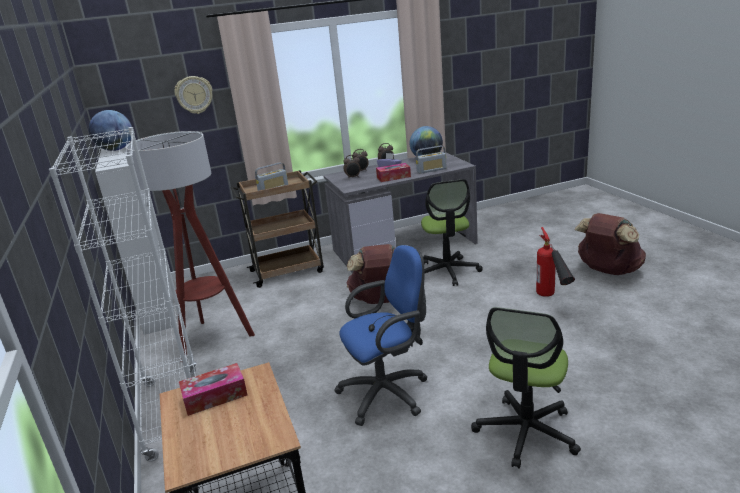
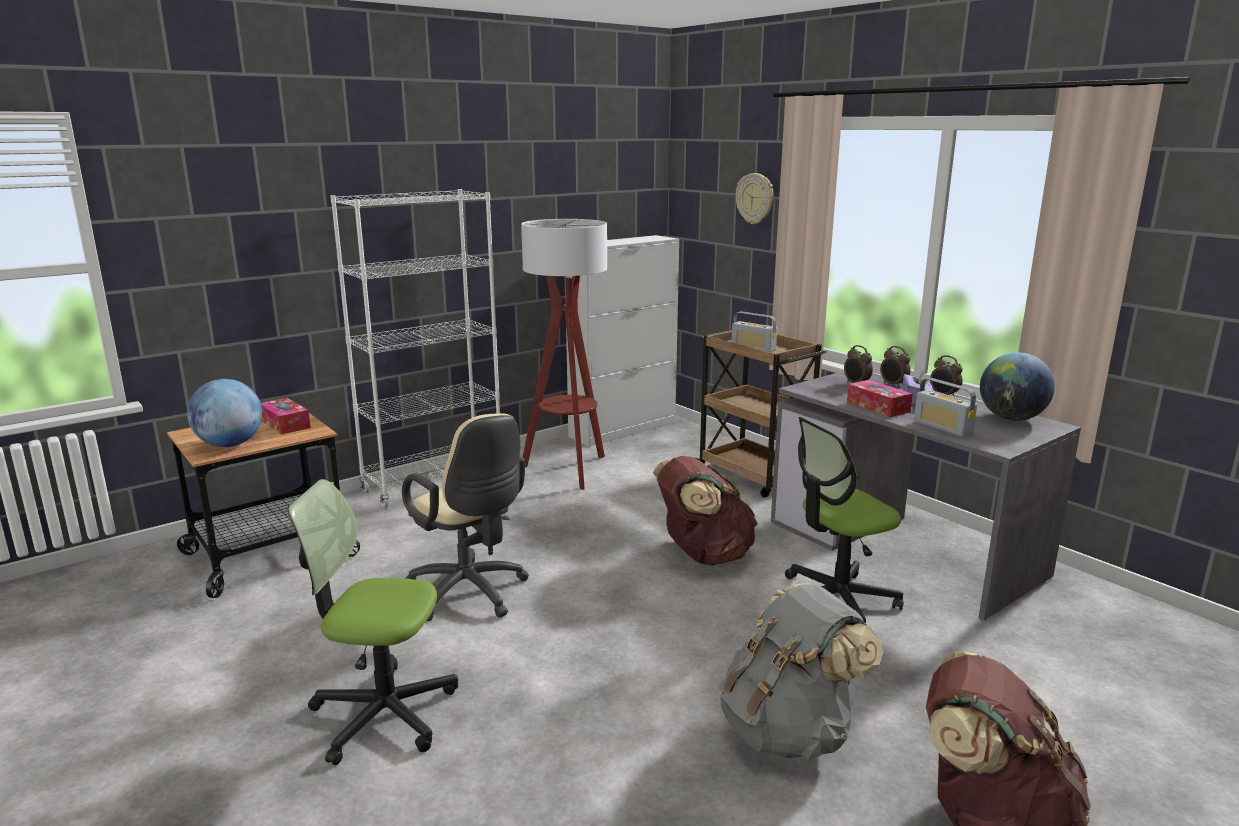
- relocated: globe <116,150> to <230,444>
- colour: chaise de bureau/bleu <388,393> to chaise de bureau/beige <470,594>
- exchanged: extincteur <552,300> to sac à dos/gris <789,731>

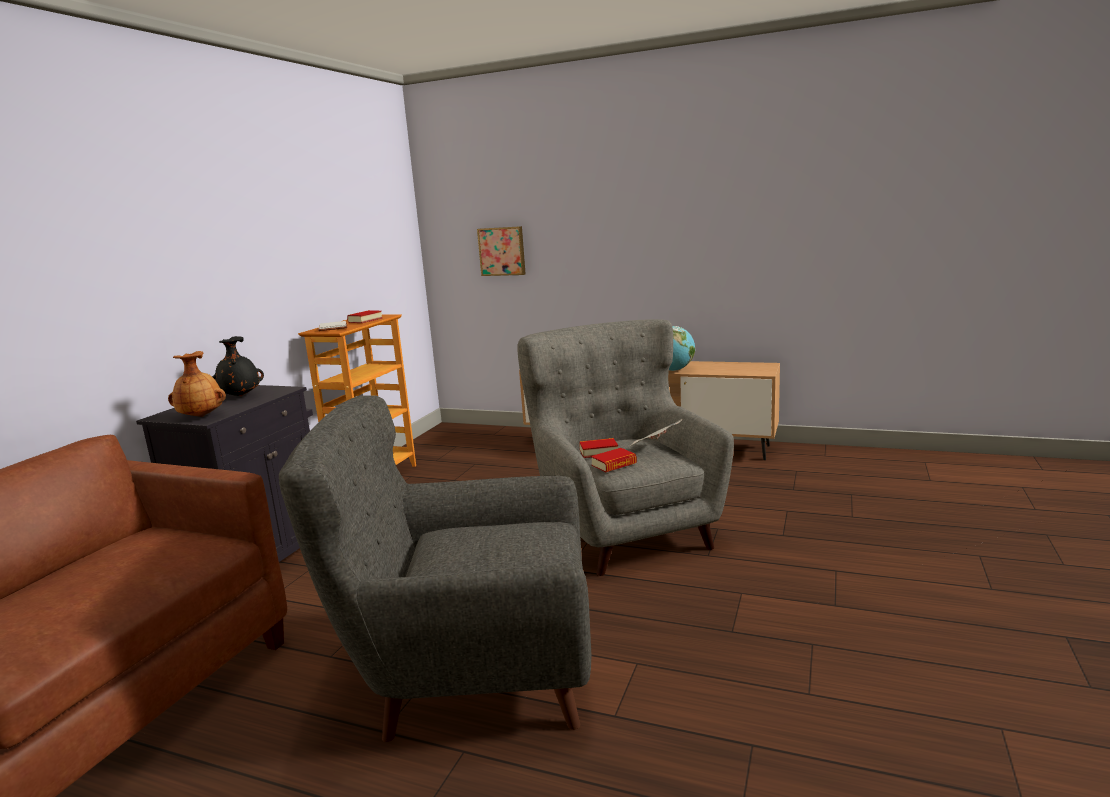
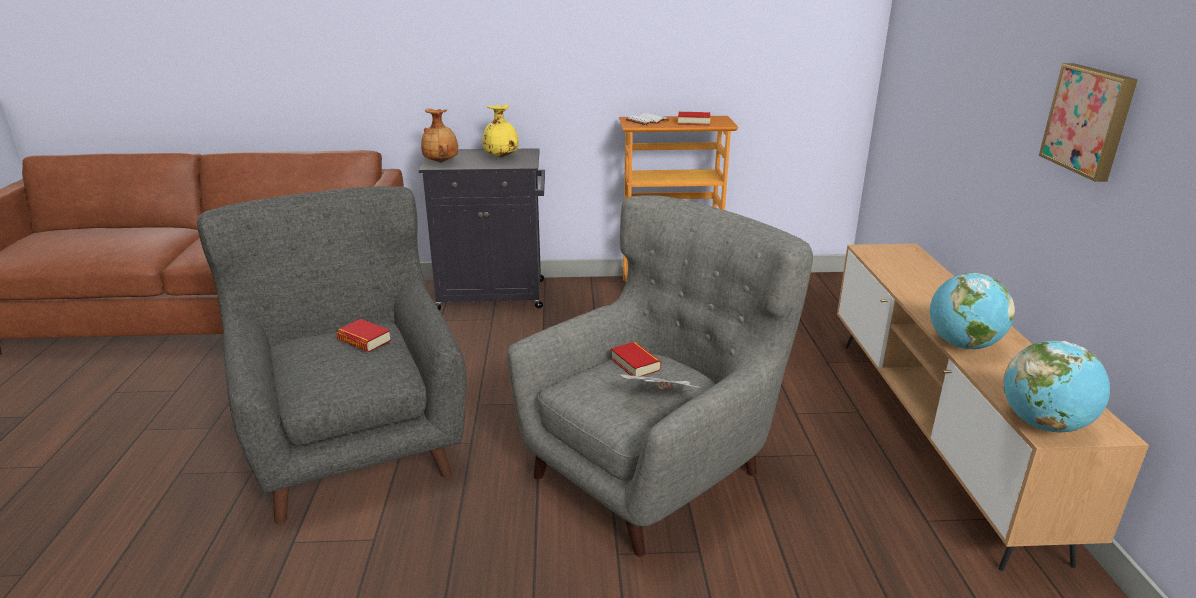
- colour: vase/noir <240,395> to vase/jaune <501,157>
- relocated: tableau <502,251> to <1090,120>
- relocated: livre <614,464> to <364,340>
- appeared: globe <1044,425>

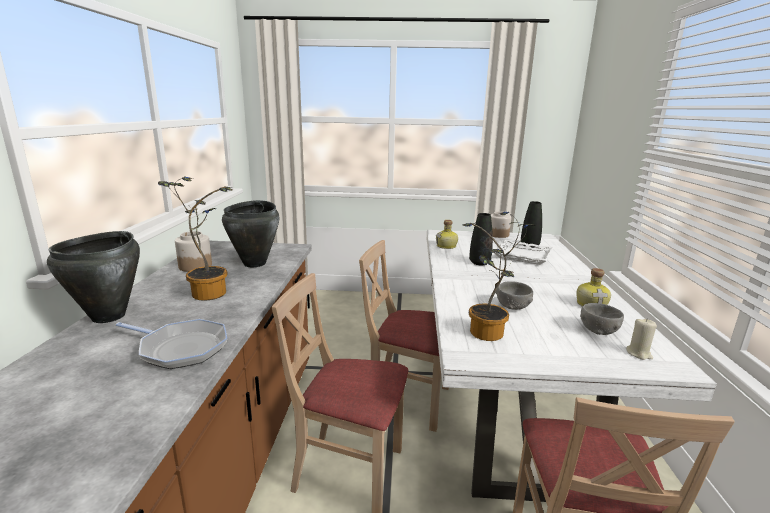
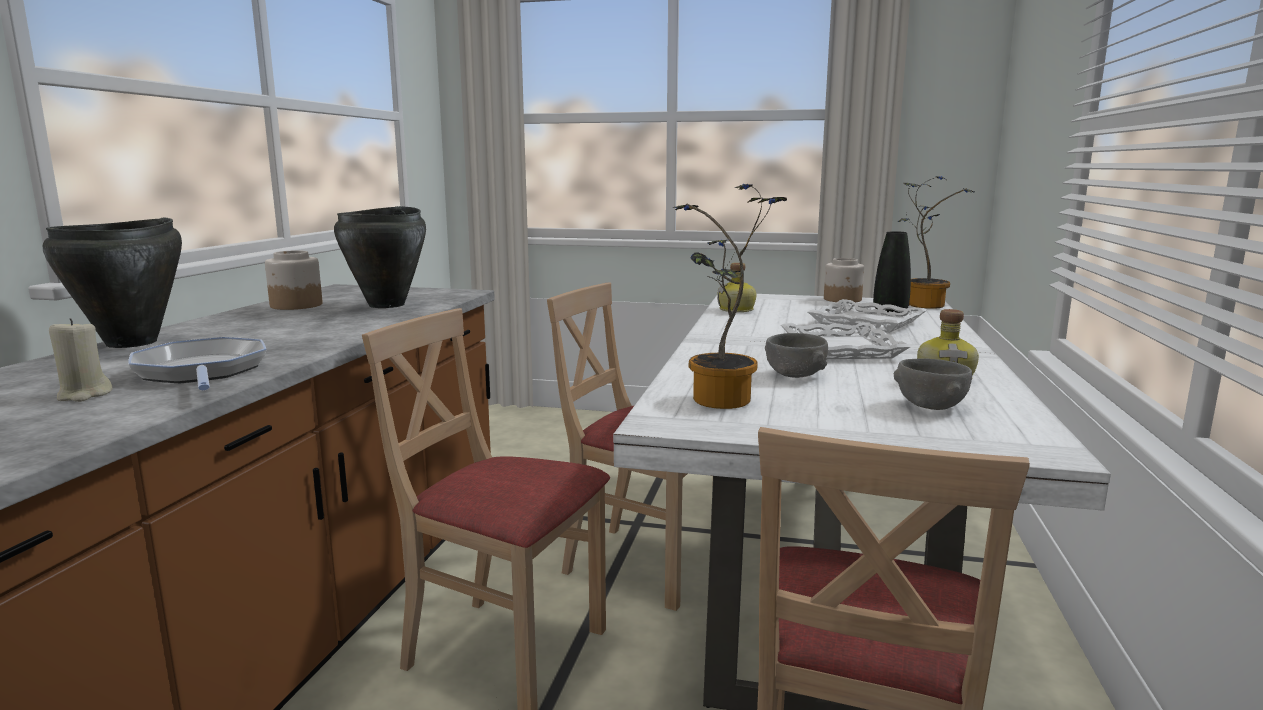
- spun: poêle <180,348> = <202,372> 150 degrees counterclockwise
- relocated: plante en pot <209,292> to <922,304>
- missing: vase/noir <479,263>
- relocated: bougie/beige <639,353> to <84,395>
- appeared: plateau/blanc <841,349>

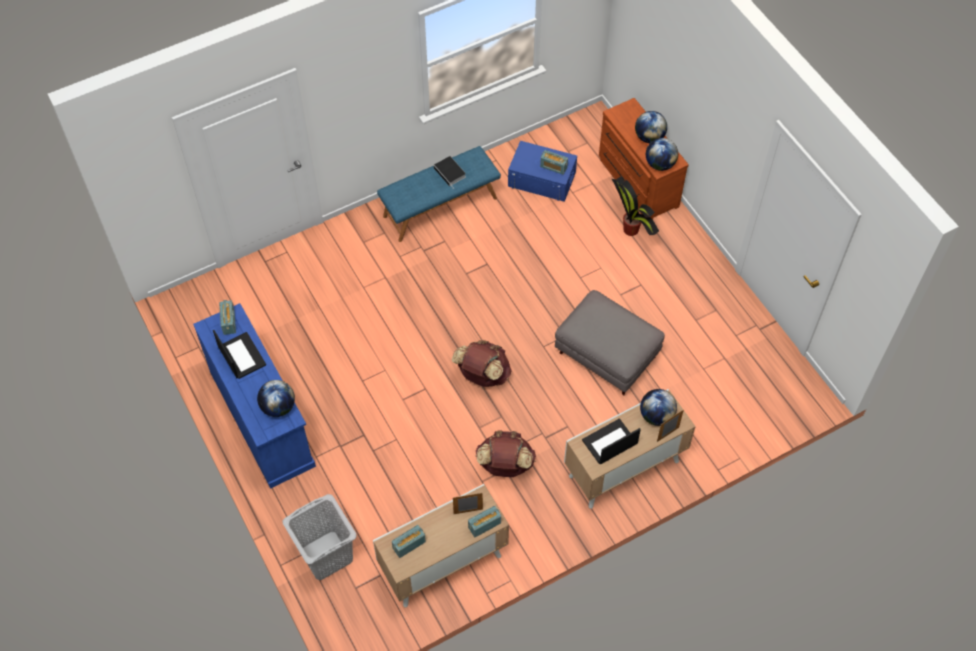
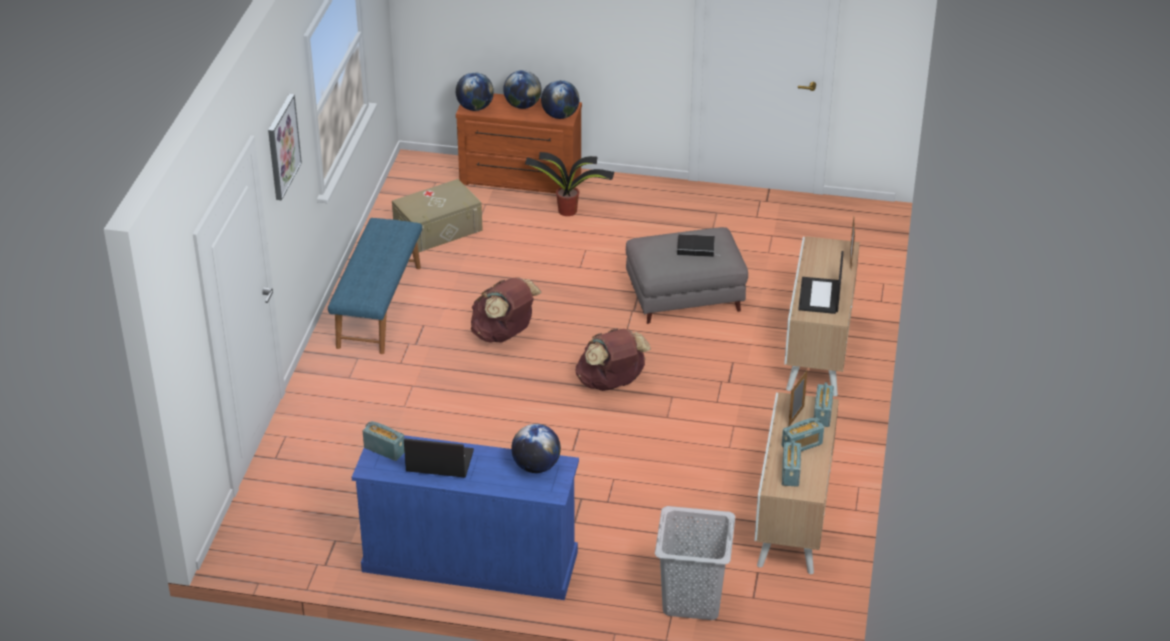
- relocated: livre <450,173> to <697,248>
- relocated: sac à dos/marron <505,465> to <504,334>
- colour: boîte de rangement/bleu <542,179> to boîte de rangement/beige <438,229>
- relocated: radio <553,167> to <802,445>
- relocated: globe <656,415> to <475,108>
- appeared: tableau <282,146>

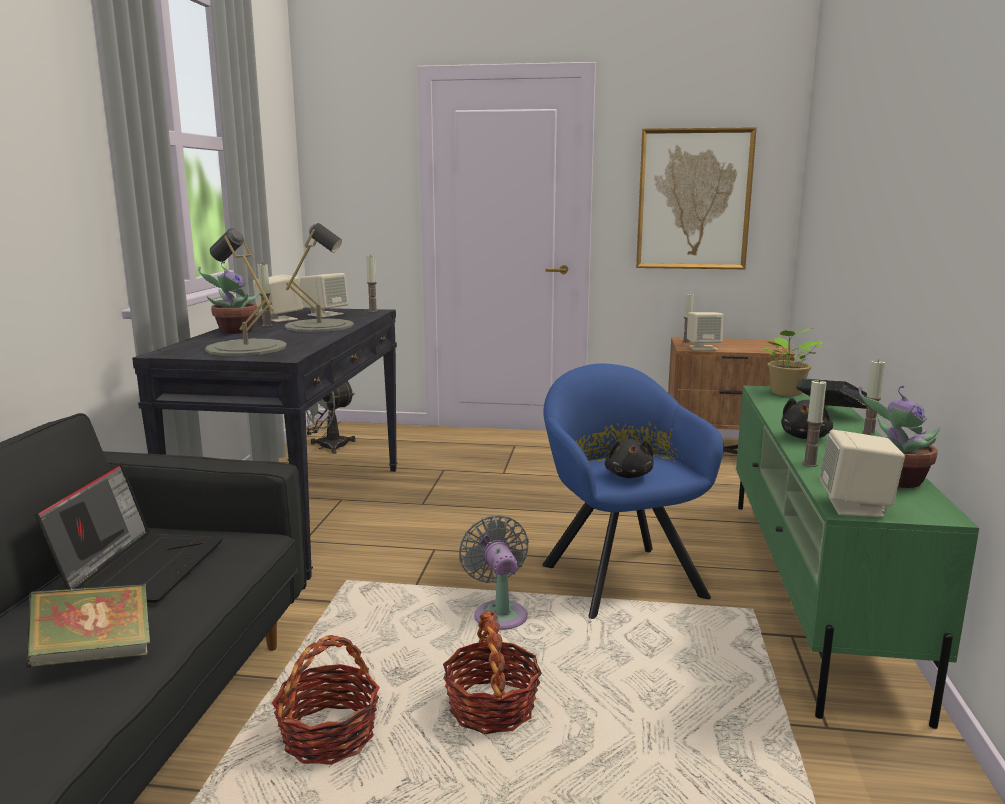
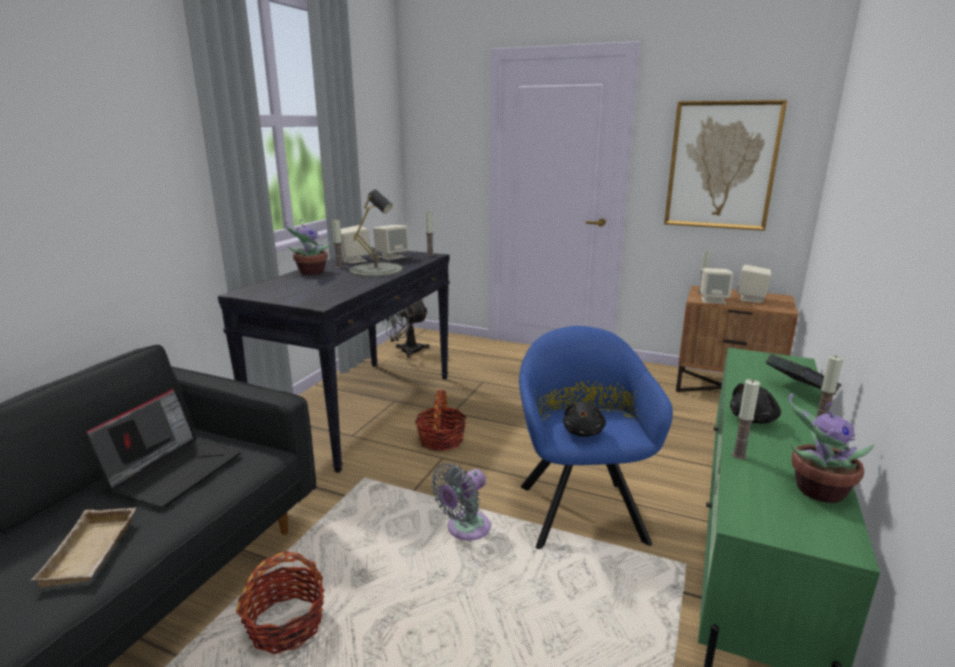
- exchanged: livre <95,655> to plateau/beige <93,552>
- missing: lampe de table/gris <246,348>
- relocated: panier <491,707> to <441,440>
- spun: ventilateur/gris <499,613> = <465,529> 135 degrees counterclockwise
- missing: plante en pot <786,393>
- relocated: enceinte/beige <856,507> to <751,299>

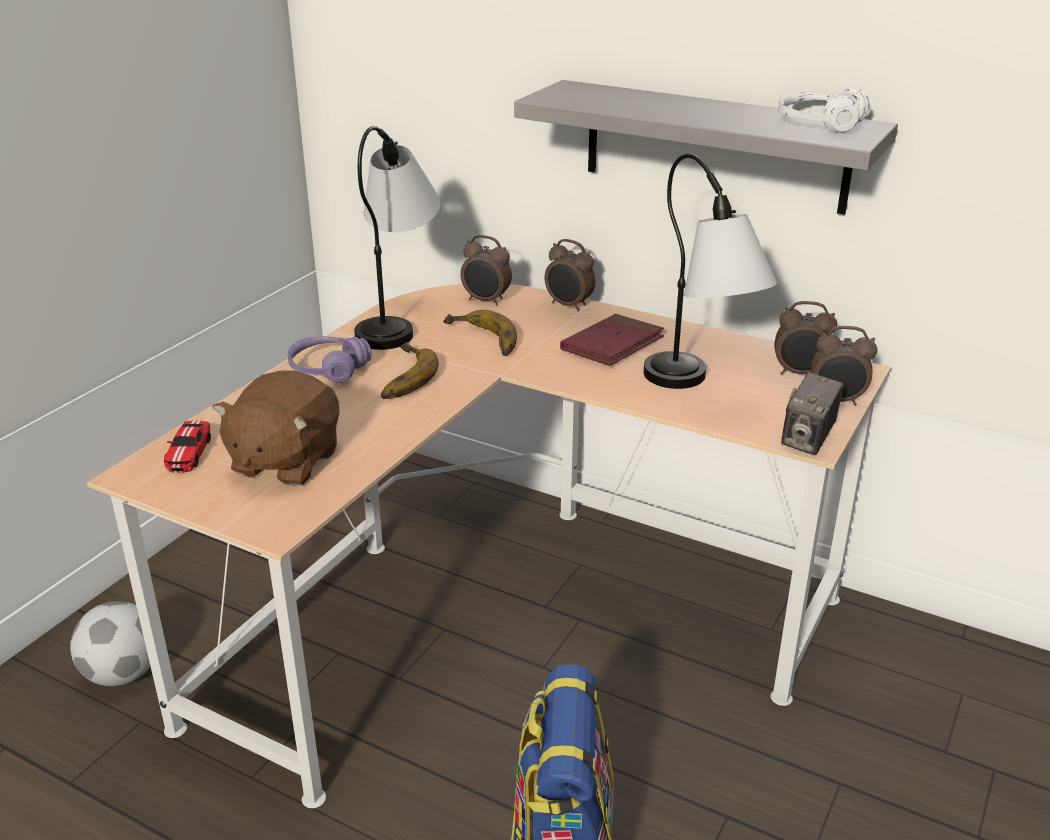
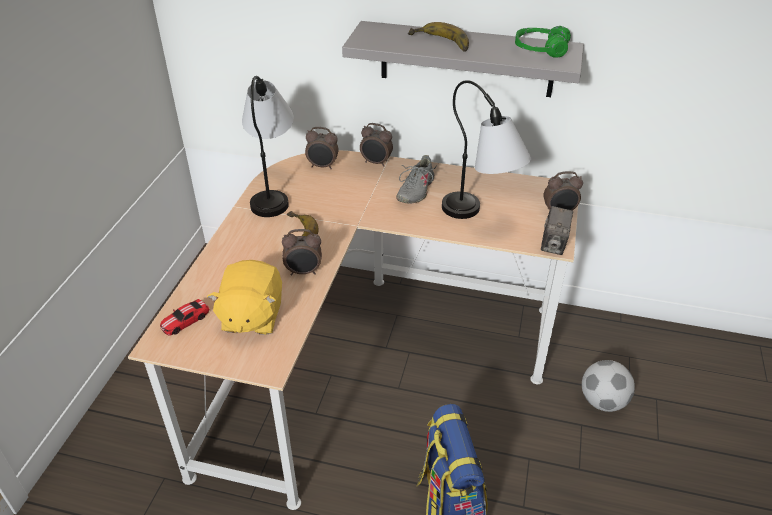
- relocated: ballon de foot <123,674> to <602,401>
- spun: petite voiture <189,452> = <185,321> 60 degrees clockwise
- colour: peluche/marron <284,462> to peluche/jaune <251,316>
- missing: casque audio/violet <328,369>
- relocated: banane <480,340> to <439,43>
- exchanged: livre/rouge <612,344> to chaussure/gris <415,190>
- relocated: réveil <799,374> to <304,272>
- colour: casque audio/blanc <819,124> to casque audio/vert <540,50>

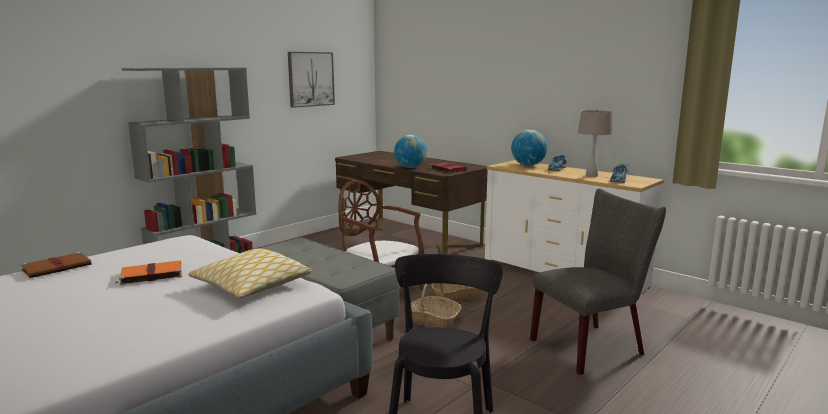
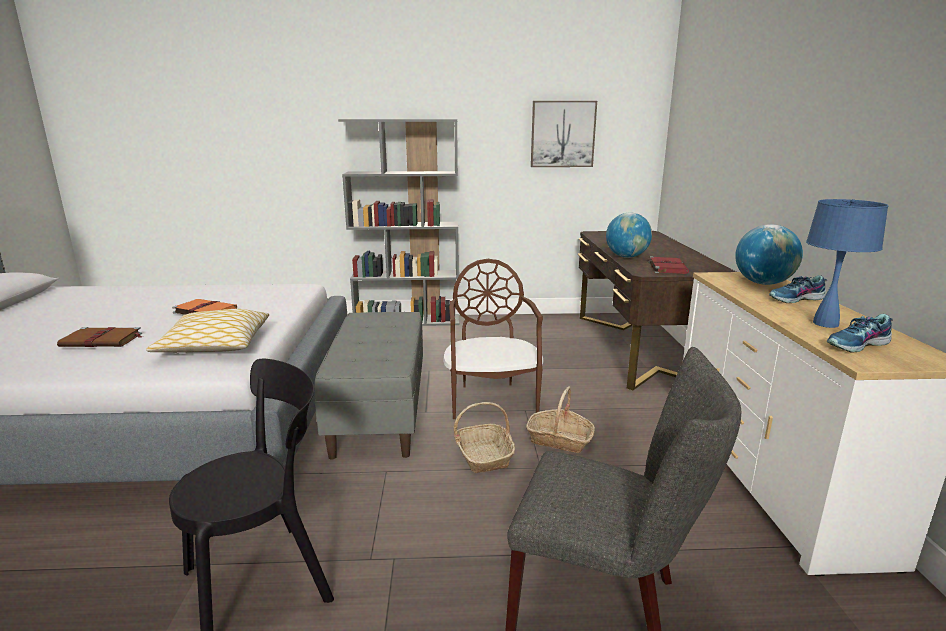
- relocated: livre/marron <58,267> to <103,340>
- colour: lampe de table/beige <591,175> to lampe de table/bleu <826,323>

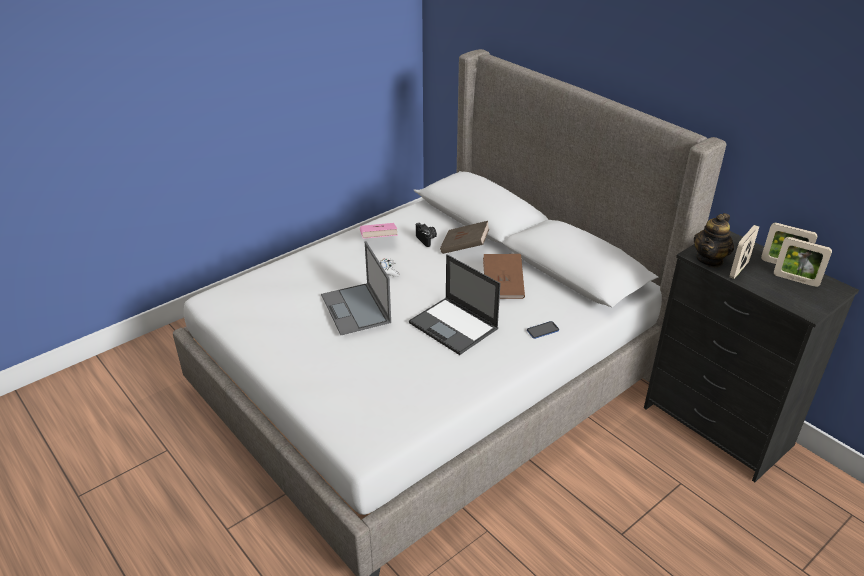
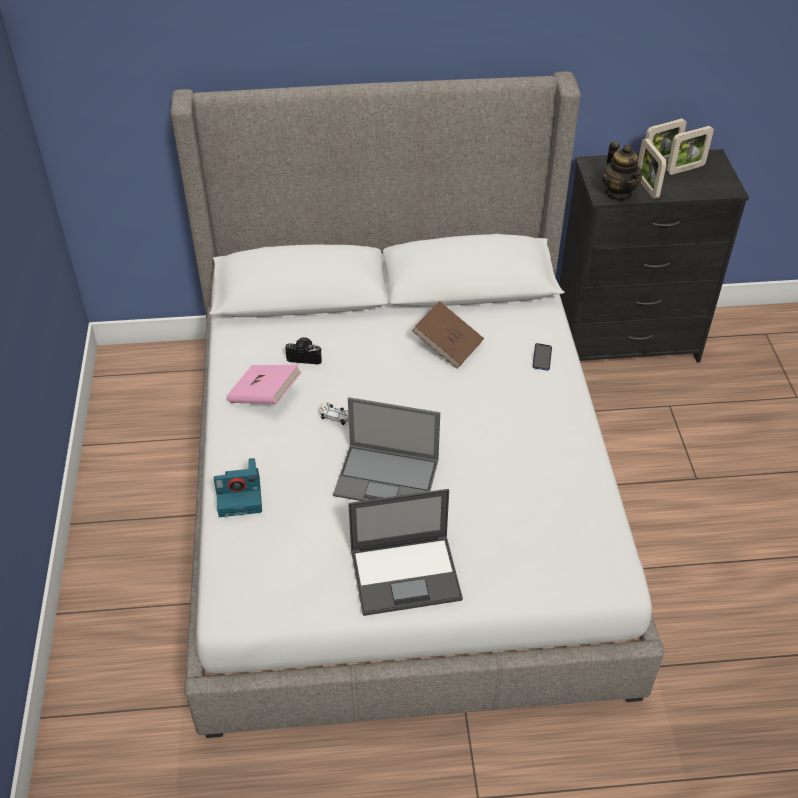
- relocated: ordinateur portable <454,326> to <407,574>
- missing: livre/marron <464,247>
- appeared: appareil photo <241,496>

